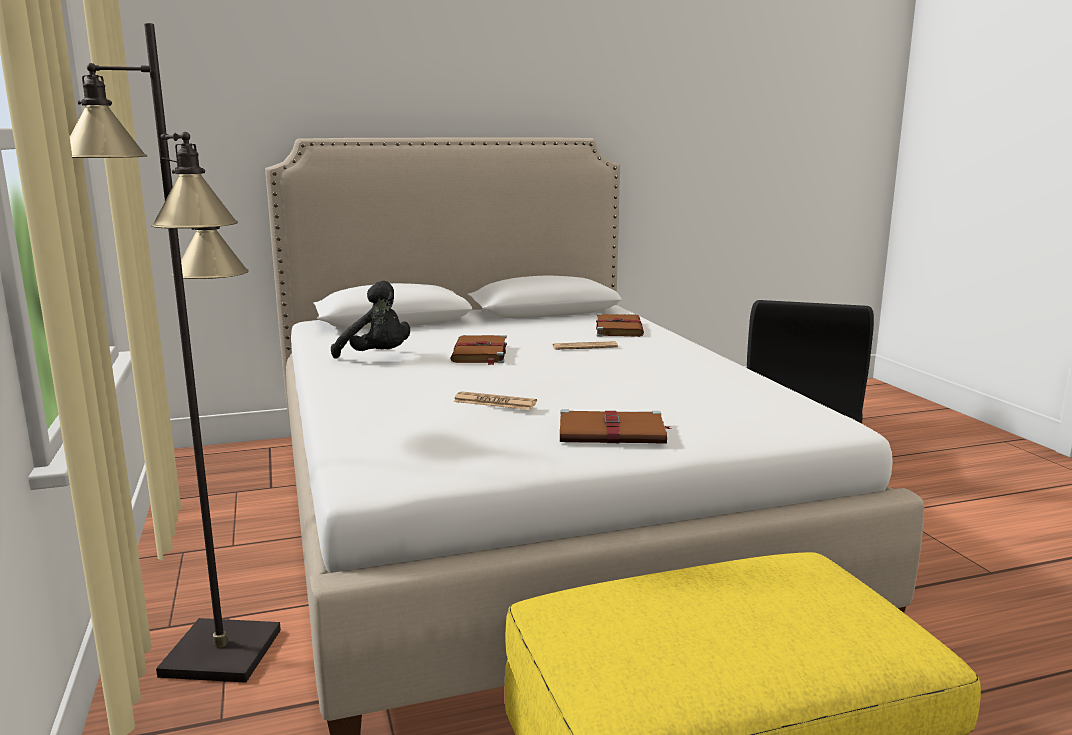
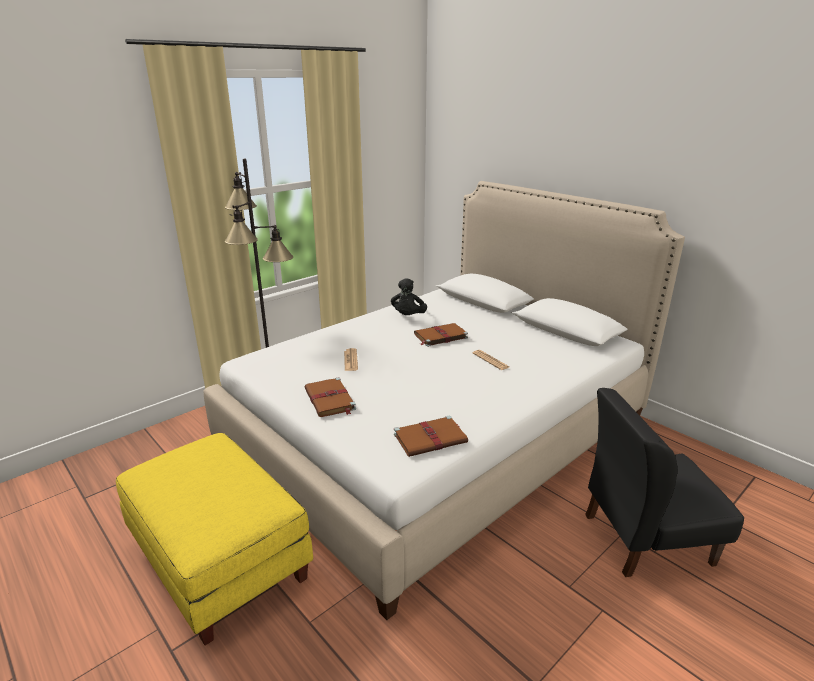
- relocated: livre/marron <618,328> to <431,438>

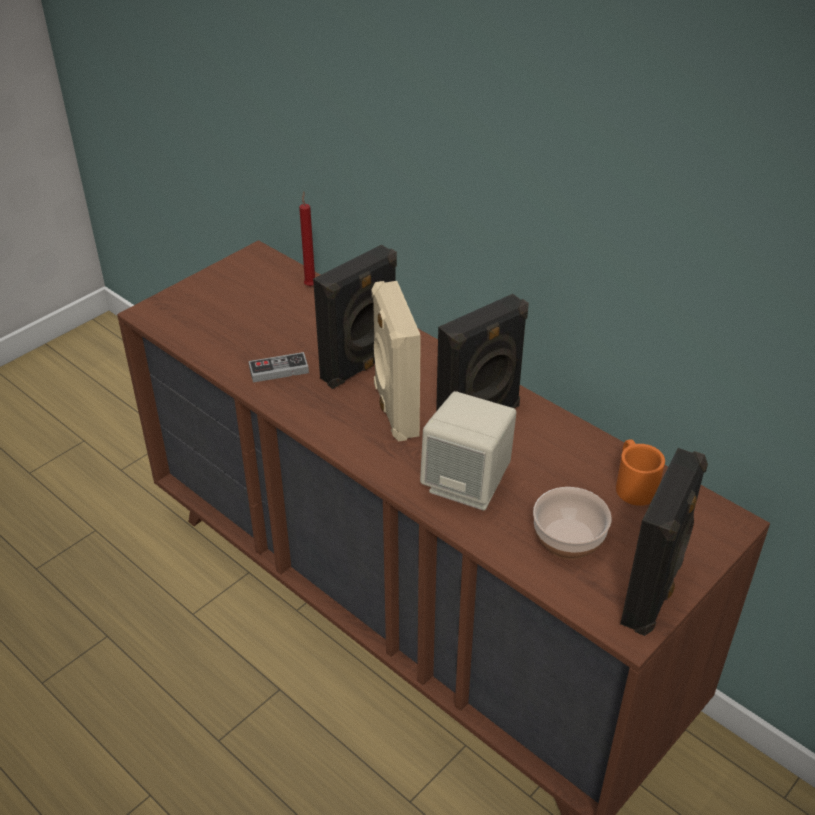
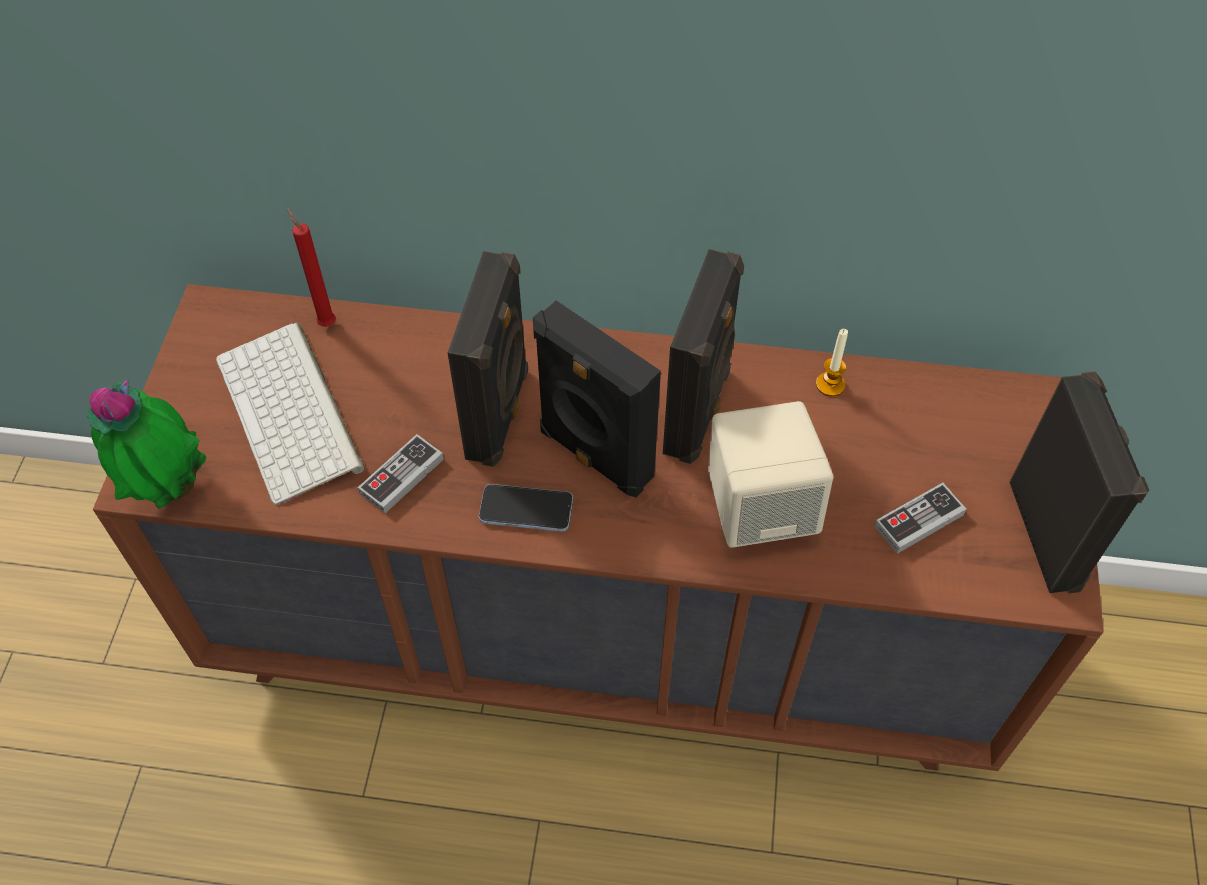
- colour: enceinte/beige <394,410> to enceinte/noir <593,456>
- exchanged: bol <567,540> to manette <918,520>
- missing: mug/orange <633,483>
- appeared: plante en pot <169,489>
- appeared: clavier <292,413>
- appeared: téléphone <526,509>
- appeared: bougie <830,384>

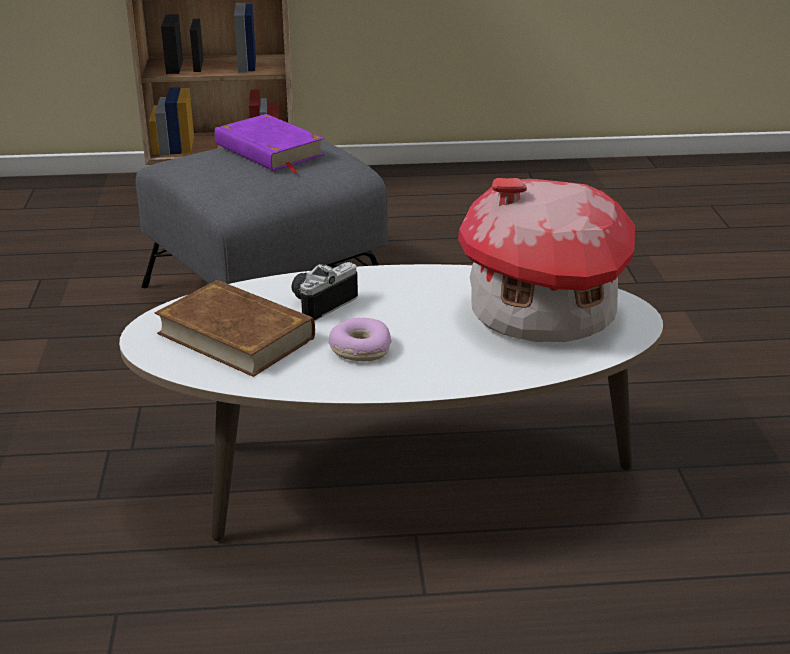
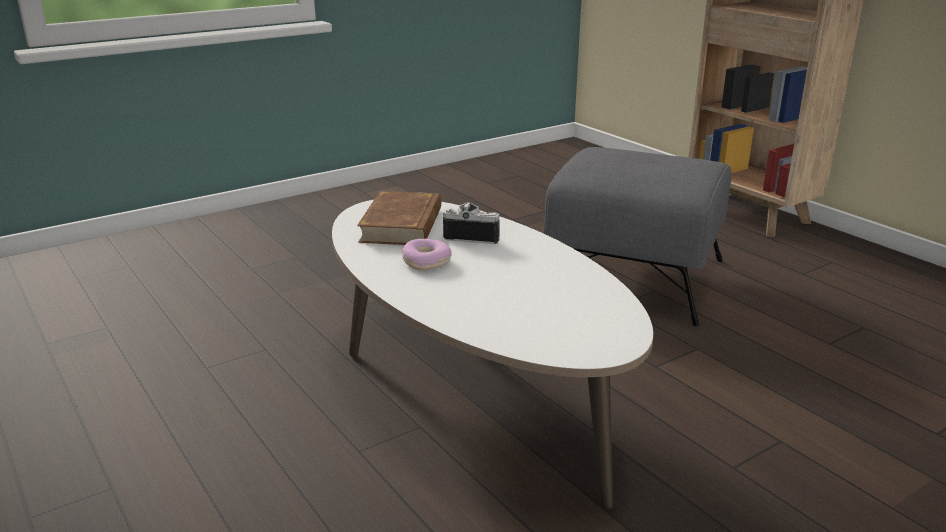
- missing: livre/violet <269,150>
- missing: maison miniature <541,315>

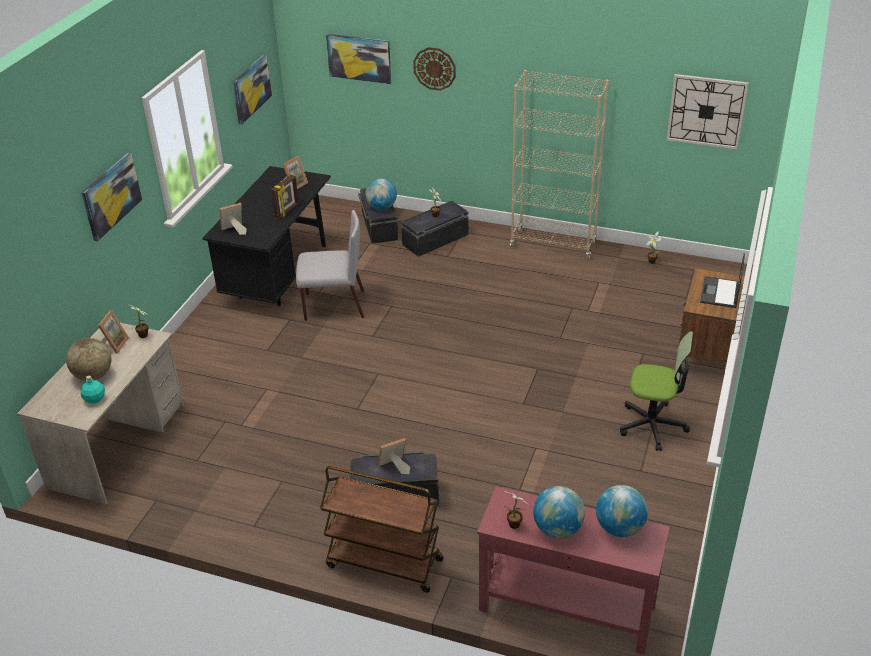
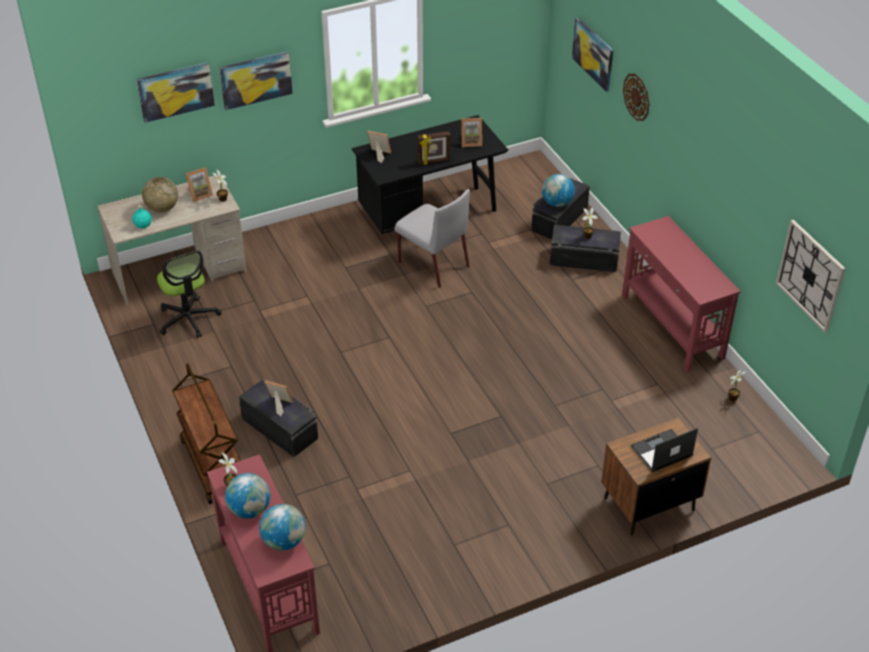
- relocated: tableau <251,89> to <175,91>
- exchanged: bibliothèque/beige <553,244> to table console/rouge <672,326>
- relocated: chaise de bureau <652,425> to <188,319>

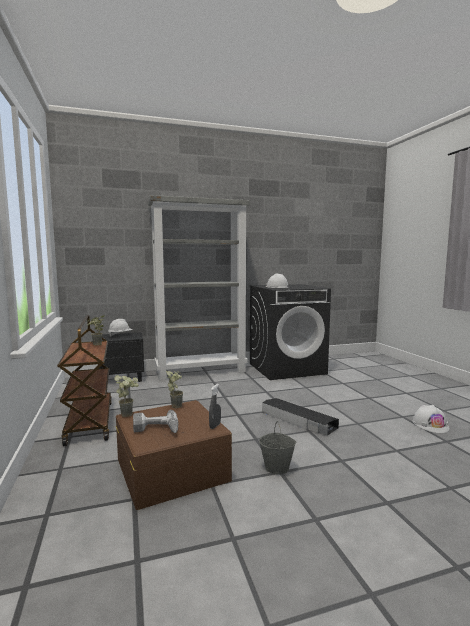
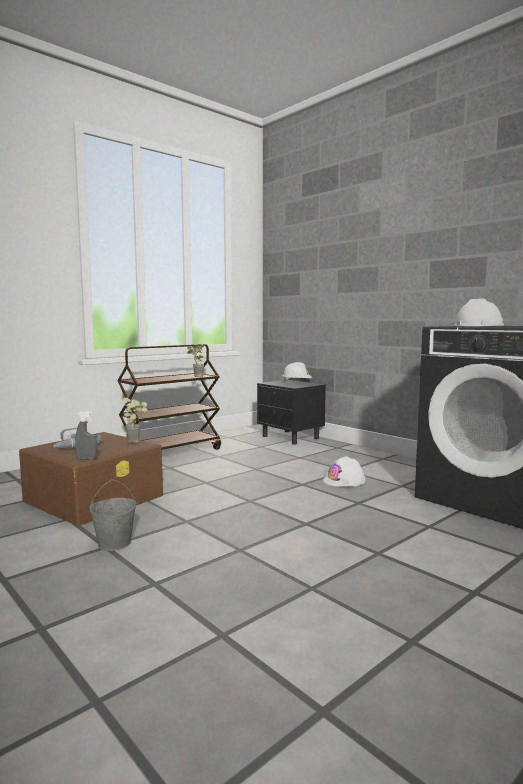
- missing: plante en pot <128,413>
- missing: bibliothèque/gris <201,371>
- missing: boîte de rangement/noir <298,420>
- relocated: casque de chantier/blanc <430,424> to <344,480>

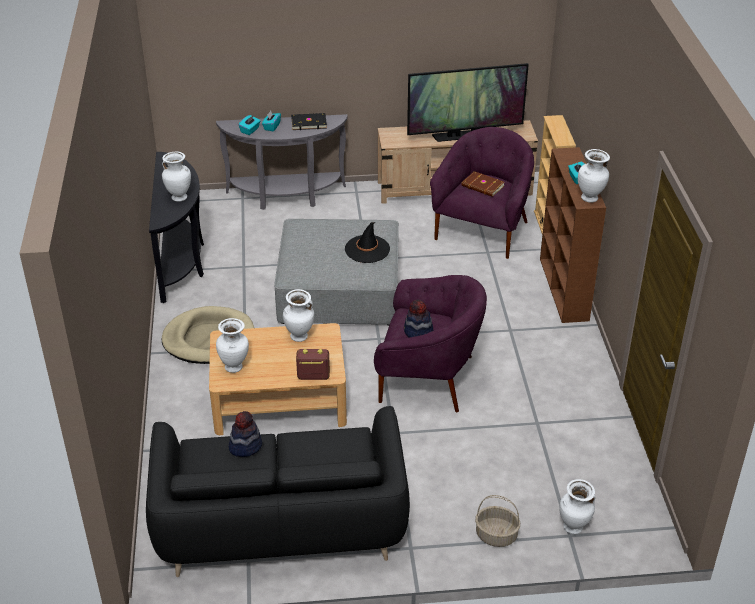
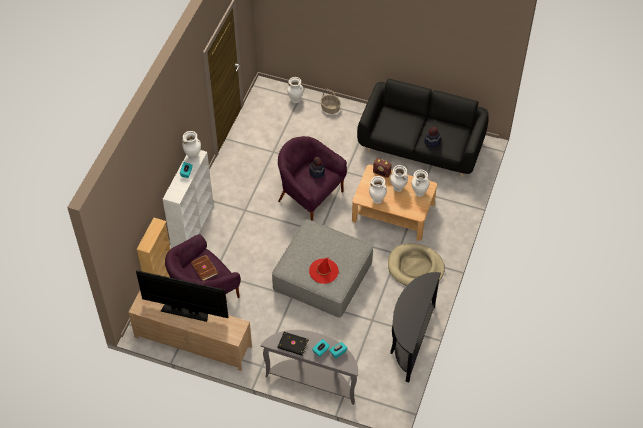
- relocated: vase/blanc <179,197> to <398,188>
- missing: chapeau/noir <367,249>
- colour: bibliothèque/marron <564,289> to bibliothèque/blanc <193,226>
- appeared: chapeau/rouge <323,271>

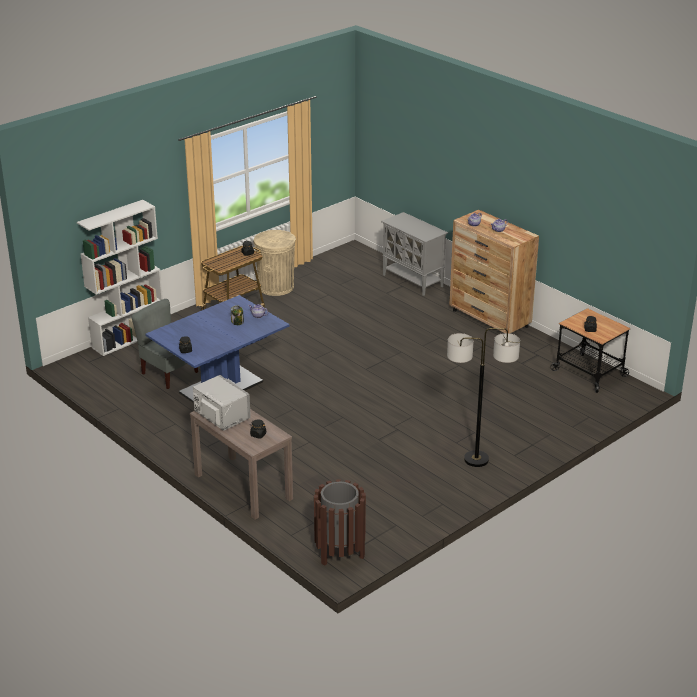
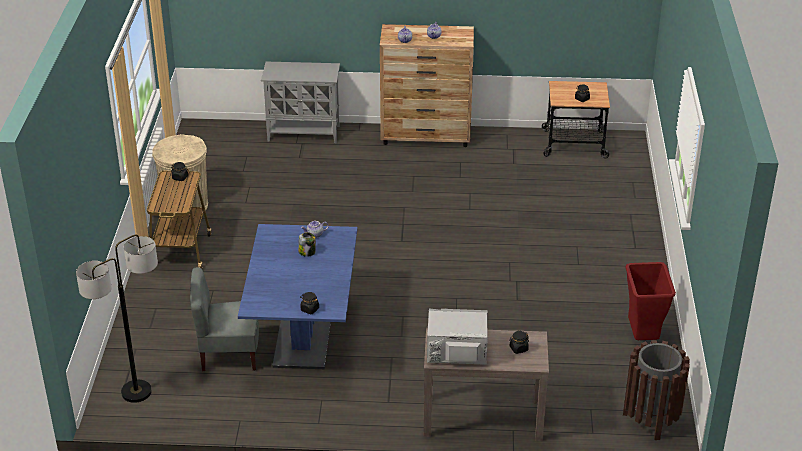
- missing: bibliothèque/blanc <129,338>
- relocated: lampadaire <476,459> to <136,392>
- appeared: poubelle/rouge <643,337>

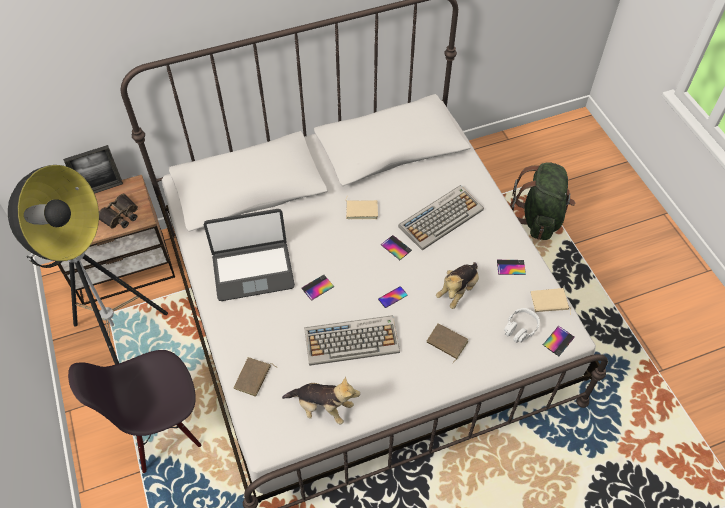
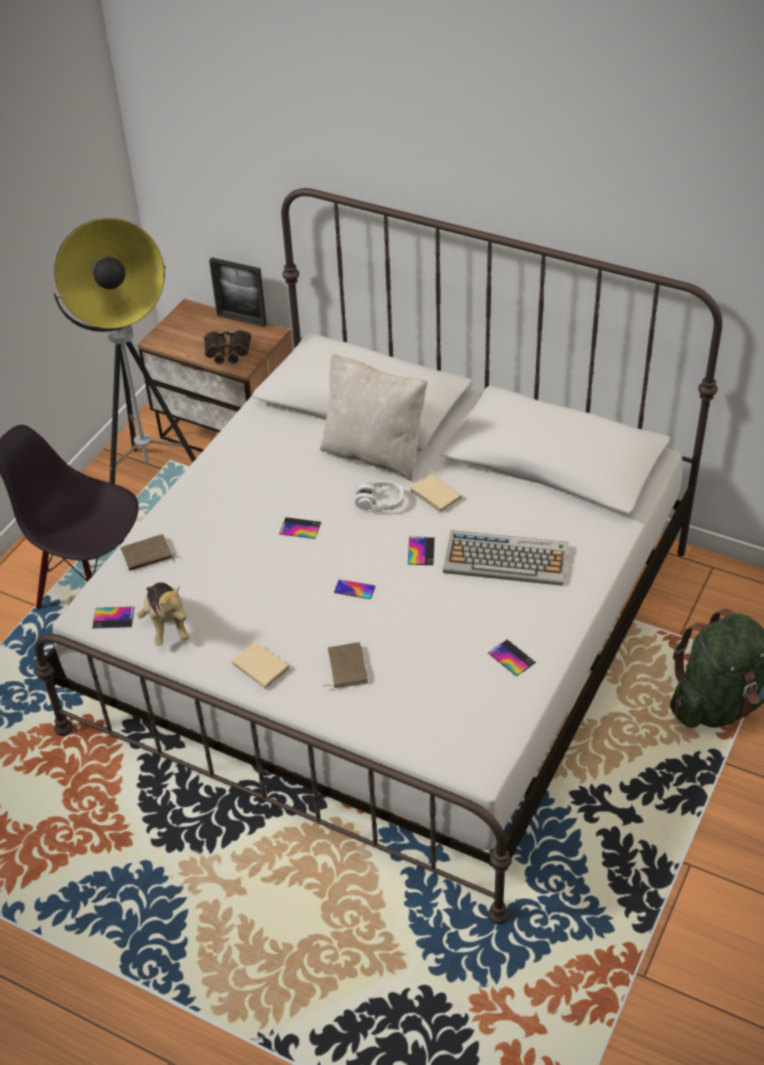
- missing: ordinateur portable <253,270>
- missing: clavier <352,340>
- missing: peluche <458,290>
- relocated: casque audio/blanc <520,328> to <379,502>
- relocated: livre/beige <549,302> to <259,668>
- relocated: téléphone <558,341> to <113,618>
- appeared: coussin/beige <374,453>

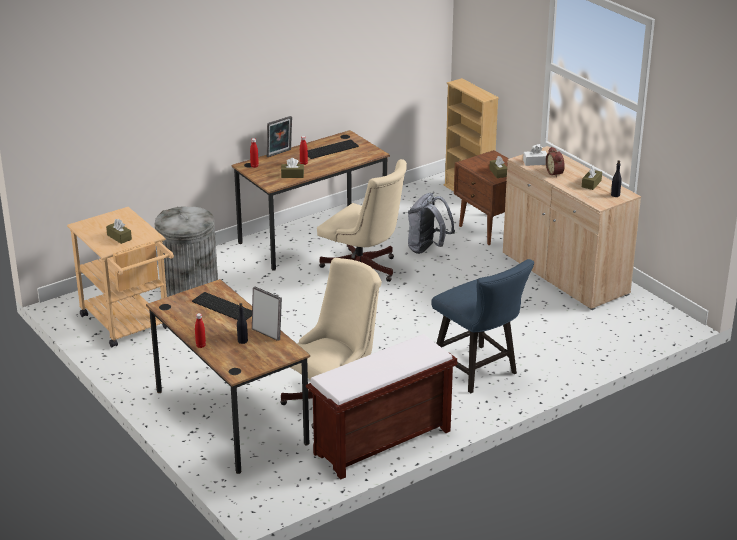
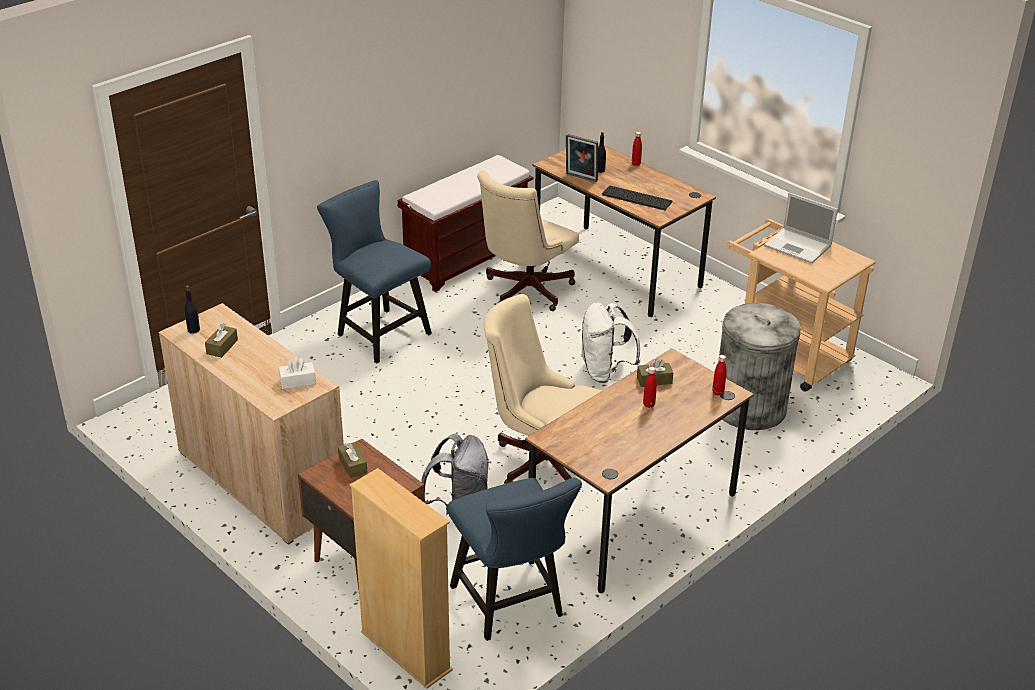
- exchanged: boîte à mouchoirs/marron <119,237> to ordinateur portable <799,246>
- missing: cadre photo <279,153>
- missing: clavier <331,149>
- missing: réveil <555,173>
- appeared: chaise/bleu <511,606>
- appeared: sac à dos/blanc <605,371>

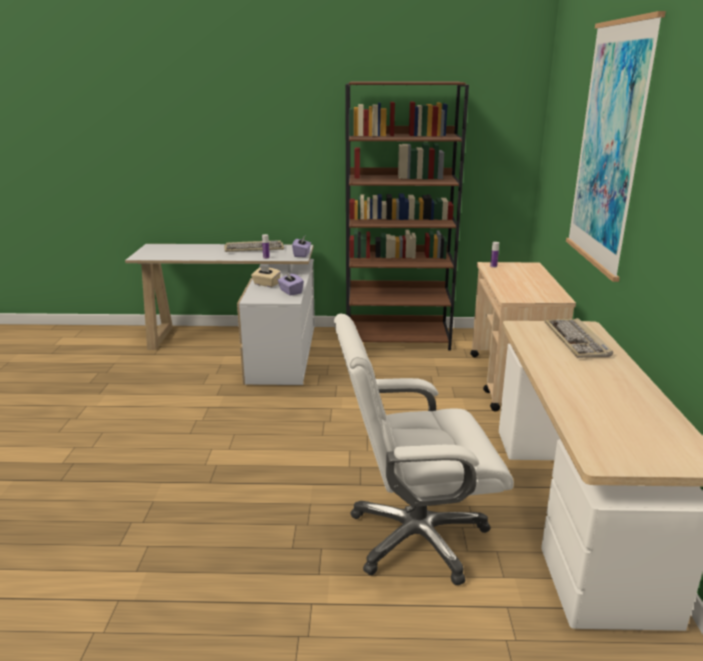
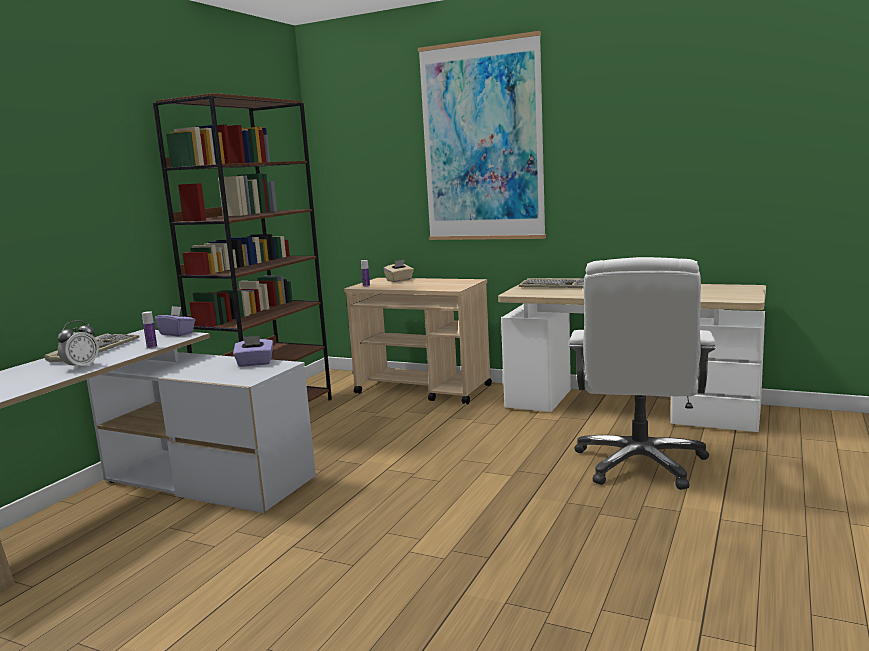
- relocated: boîte à mouchoirs/beige <266,284> to <399,280>
- appeared: réveil <81,367>

